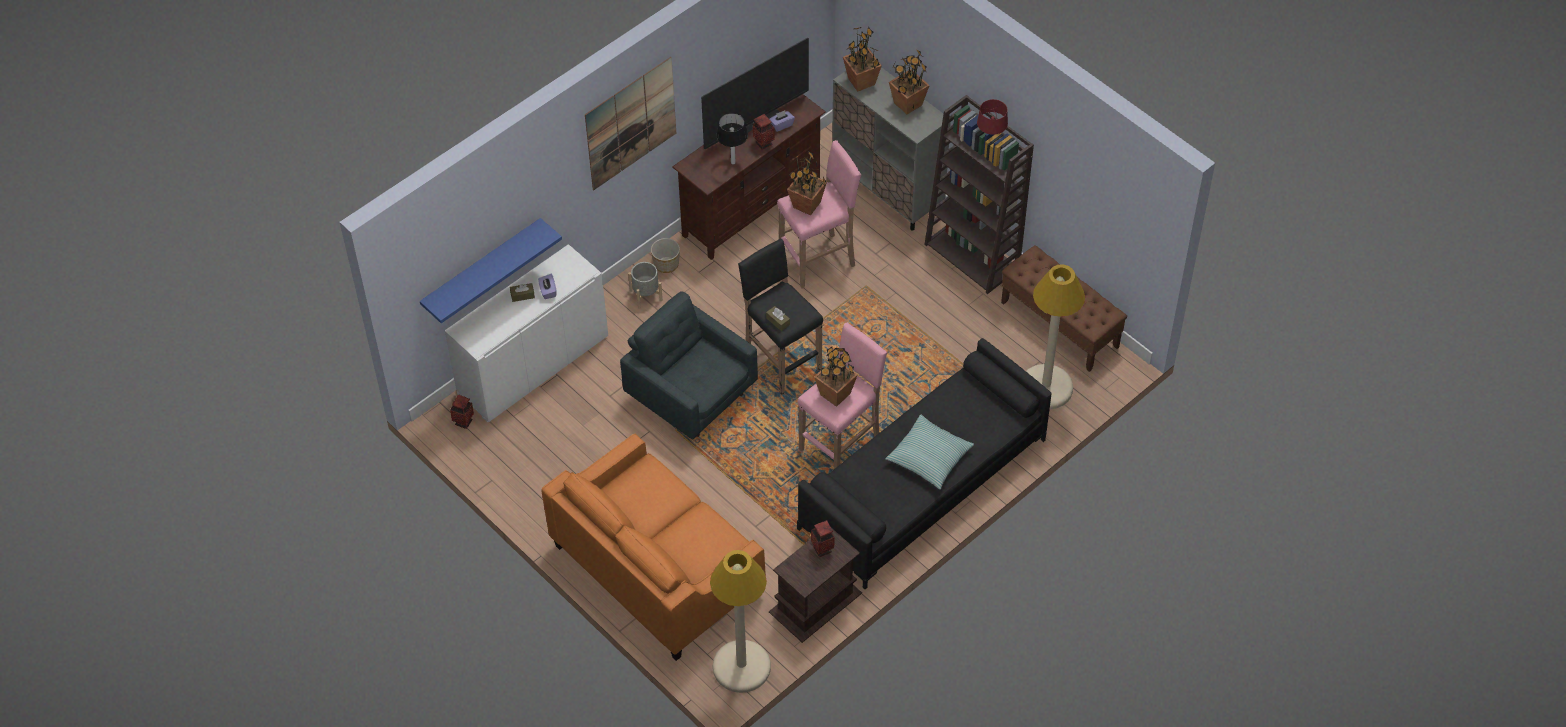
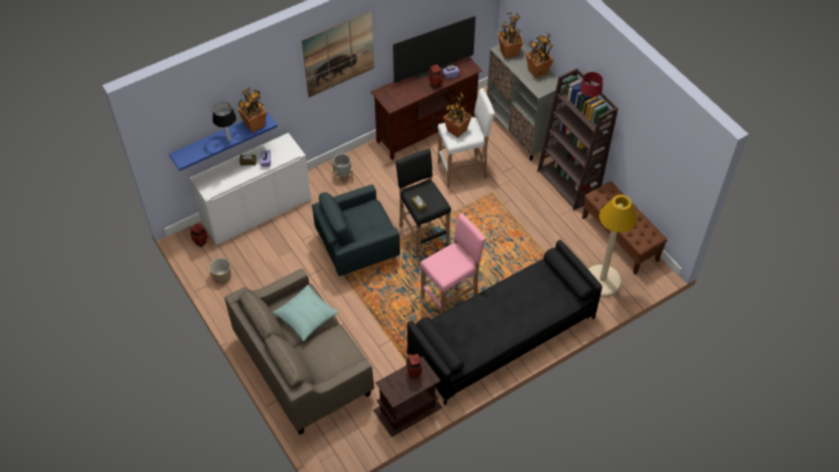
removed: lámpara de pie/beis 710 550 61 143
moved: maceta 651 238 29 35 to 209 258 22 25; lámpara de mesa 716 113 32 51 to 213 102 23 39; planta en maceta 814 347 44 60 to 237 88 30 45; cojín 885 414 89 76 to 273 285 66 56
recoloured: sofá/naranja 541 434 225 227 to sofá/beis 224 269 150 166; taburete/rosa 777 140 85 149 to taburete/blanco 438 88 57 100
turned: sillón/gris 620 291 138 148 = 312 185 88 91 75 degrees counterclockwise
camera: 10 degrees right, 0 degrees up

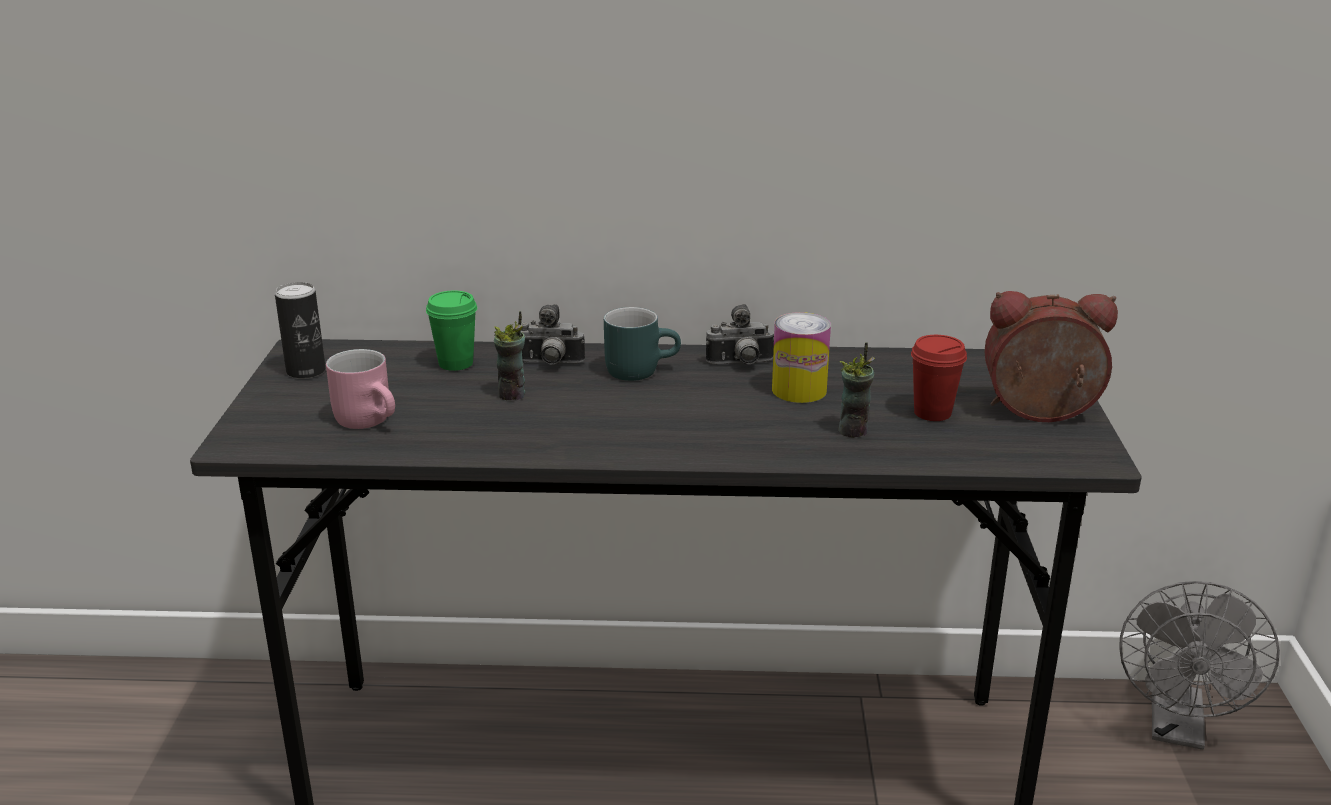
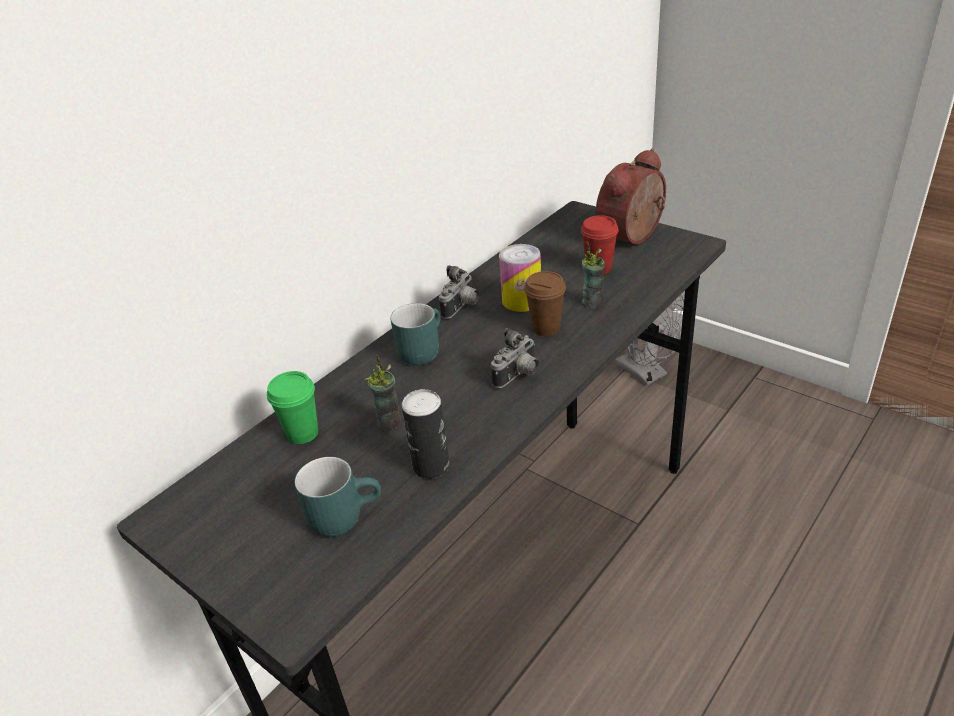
added: taza/marrón 524 271 42 65
moved: lata 275 282 51 97 to 401 389 49 90; cámara 521 304 64 61 to 491 328 48 60
recoloured: taza grande/rosa 326 349 69 80 to taza grande/turquesa 294 457 87 80
camera: 50 degrees left, 10 degrees up

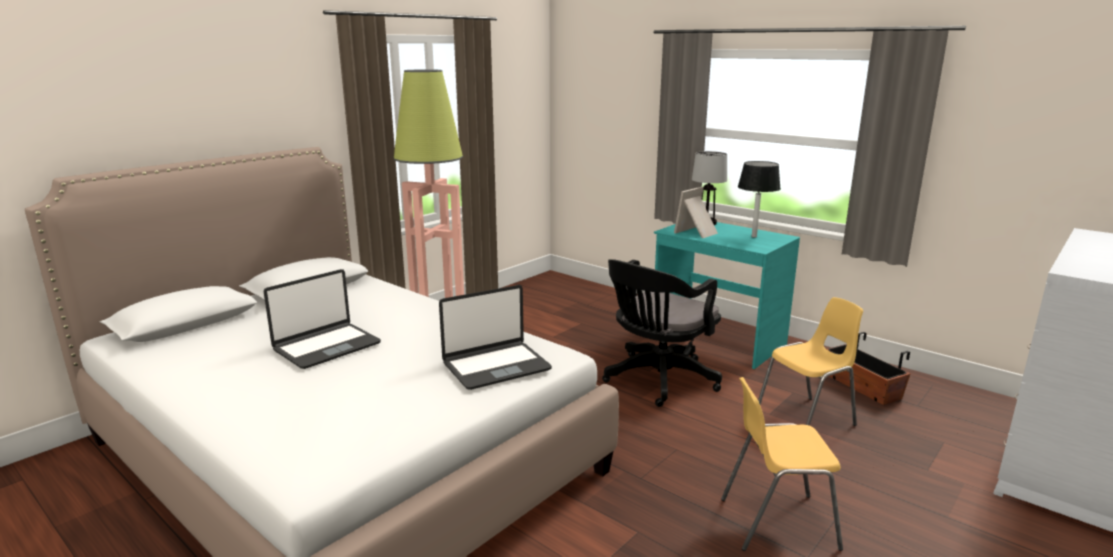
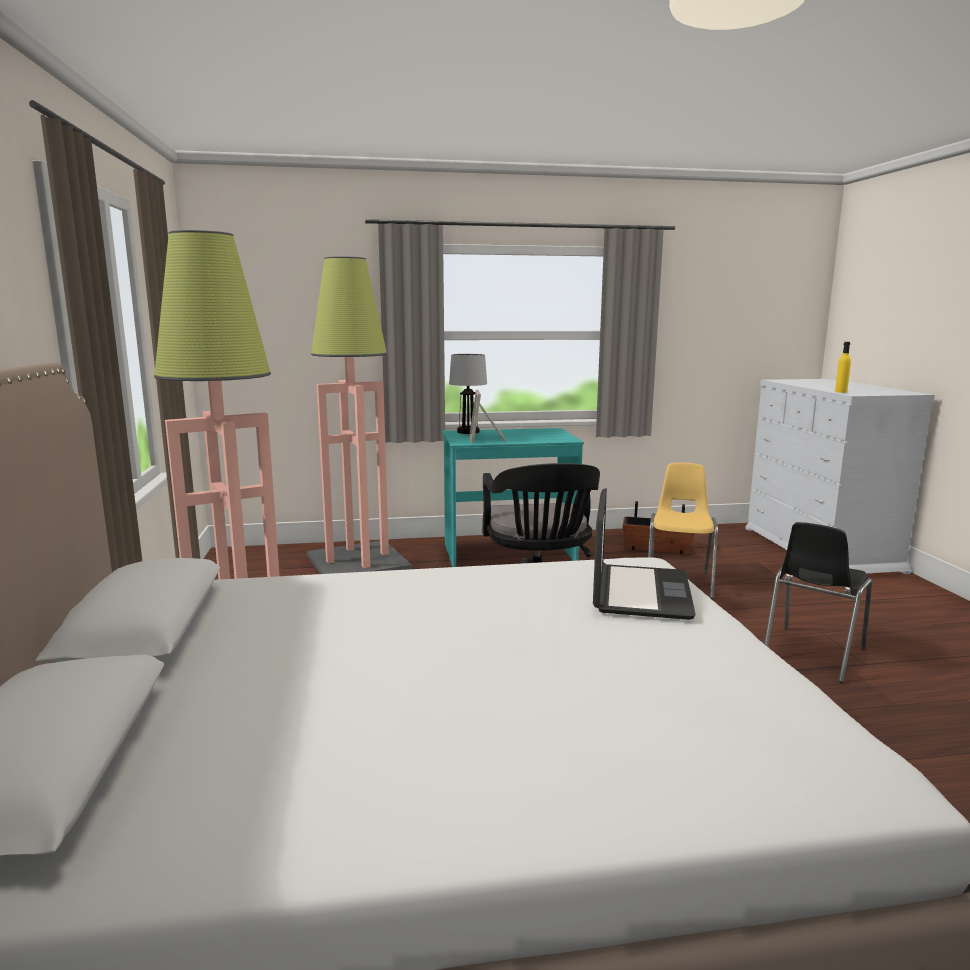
removed: portátil 264 269 117 100; lámpara de mesa/negro 738 161 43 77
added: lámpara de pie 307 256 105 318; botella/amarillo 835 342 16 51
recoloured: silla/amarillo 721 377 122 174 to silla/negro 764 522 108 161
camera: 50 degrees left, 5 degrees down

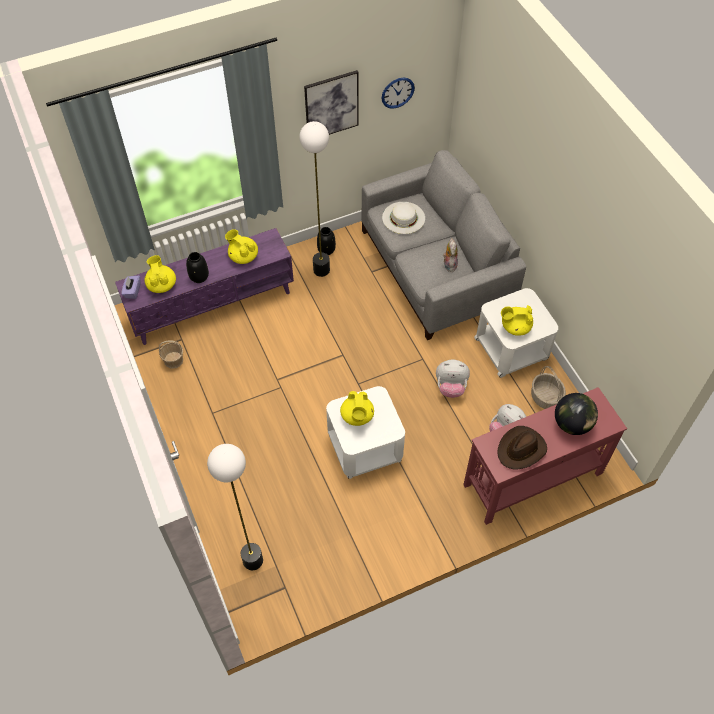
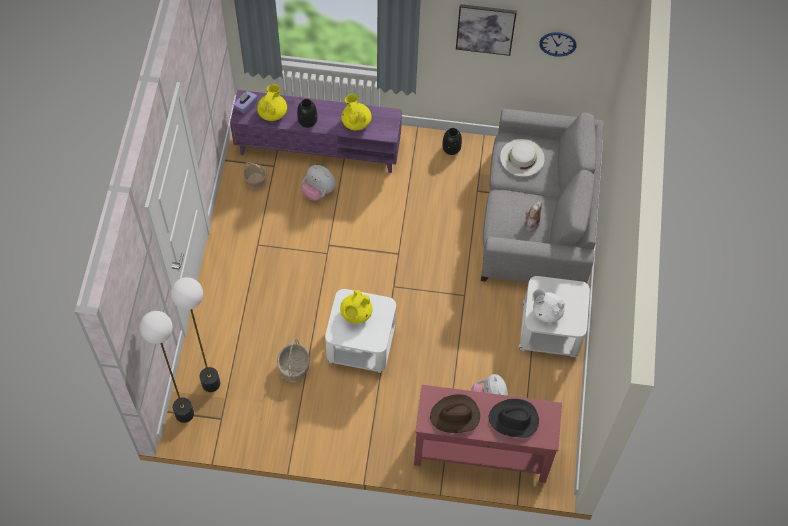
moved: lámpara de pie 299 121 31 156 to 140 311 54 112; peluche 436 360 34 38 to 301 165 35 36; cesta 531 366 35 43 to 277 338 33 43
replaced: globo terráqueo 555 393 43 42 to sombrero/negro 489 399 50 39
recoloured: tetera/amarillo 501 305 32 31 to tetera/blanco 532 289 33 34
camera: 30 degrees right, 5 degrees up

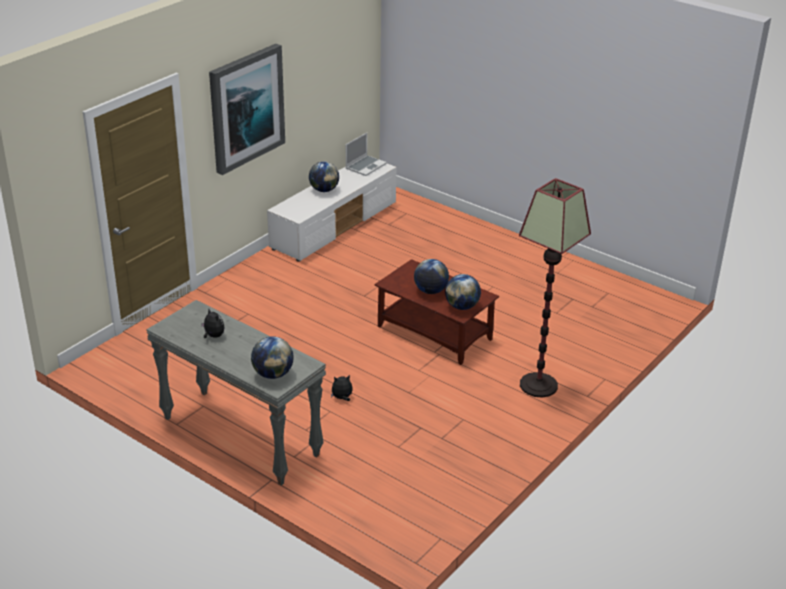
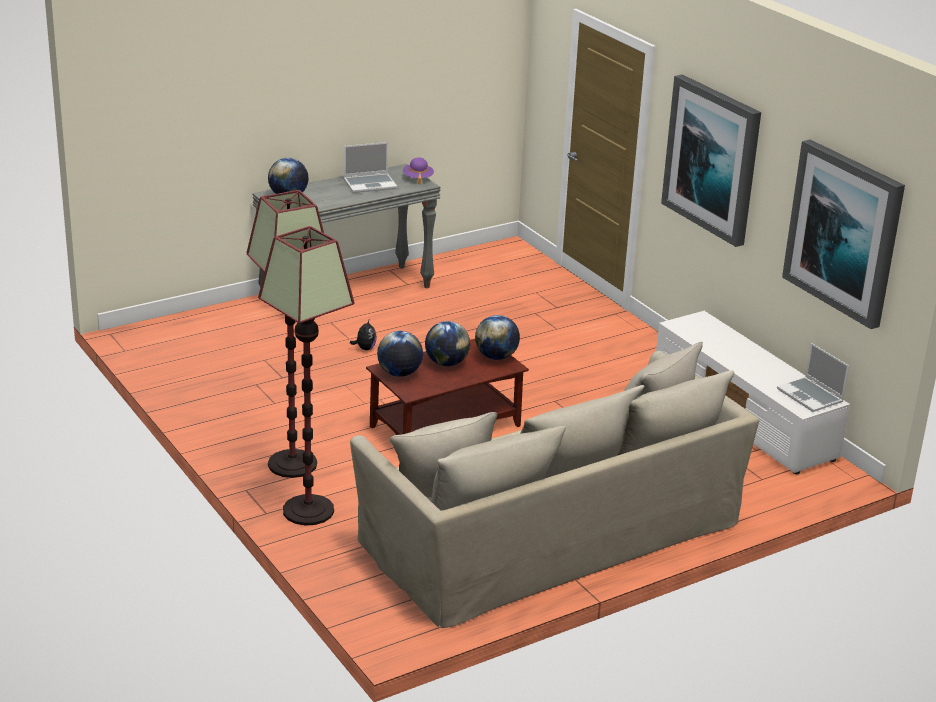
added: lámpara de pie 258 226 97 299; sofá/beis 350 342 410 286; sombrero/morado 403 158 31 27; cuadro 782 140 123 189
moved: globo terráqueo 309 162 30 30 to 475 315 45 45
replaced: peluche 201 309 23 29 to portátil 344 142 53 51
camera: 110 degrees right, 5 degrees down

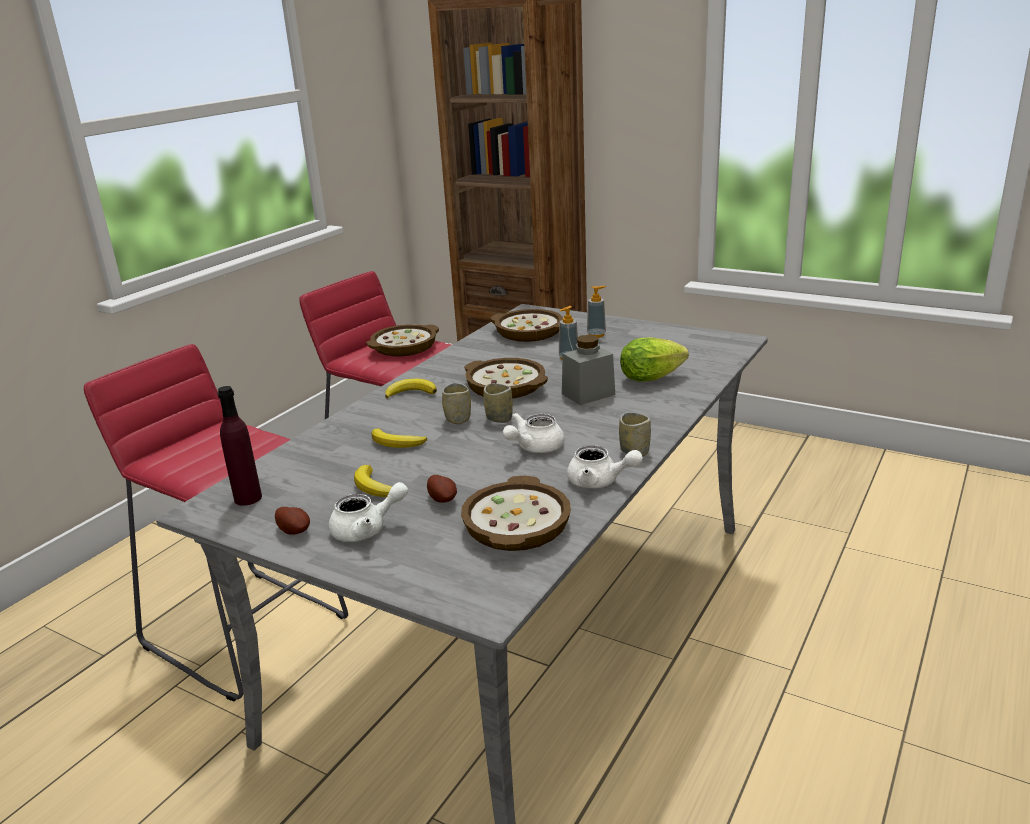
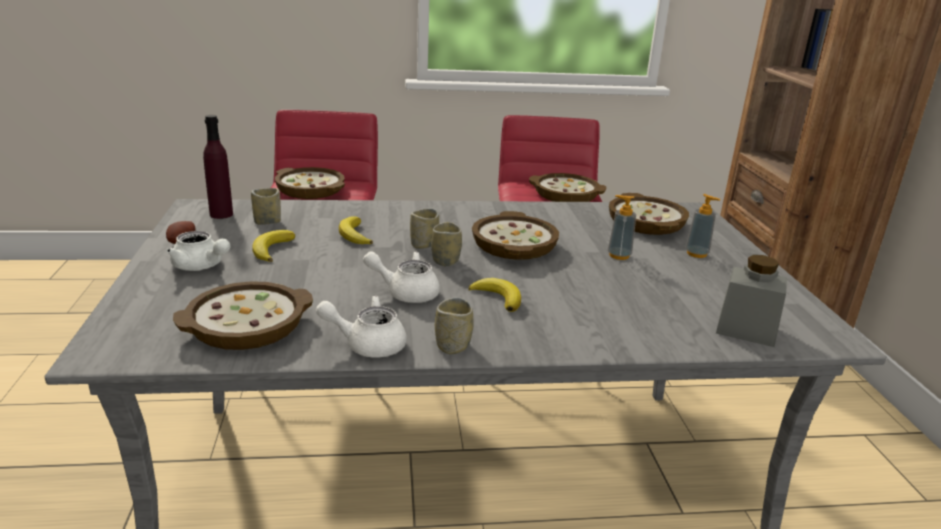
removed: patata 427 475 30 28; lechuga 620 337 69 45
added: taza 251 188 30 37; cuenco 275 167 70 32
moved: plátano 385 379 52 20 to 468 278 53 34; tarro/gris 562 335 53 70 to 716 255 71 92
turned: tetera/blanco 567 445 76 43 = 316 295 91 62 105 degrees clockwise
camera: 50 degrees right, 0 degrees up

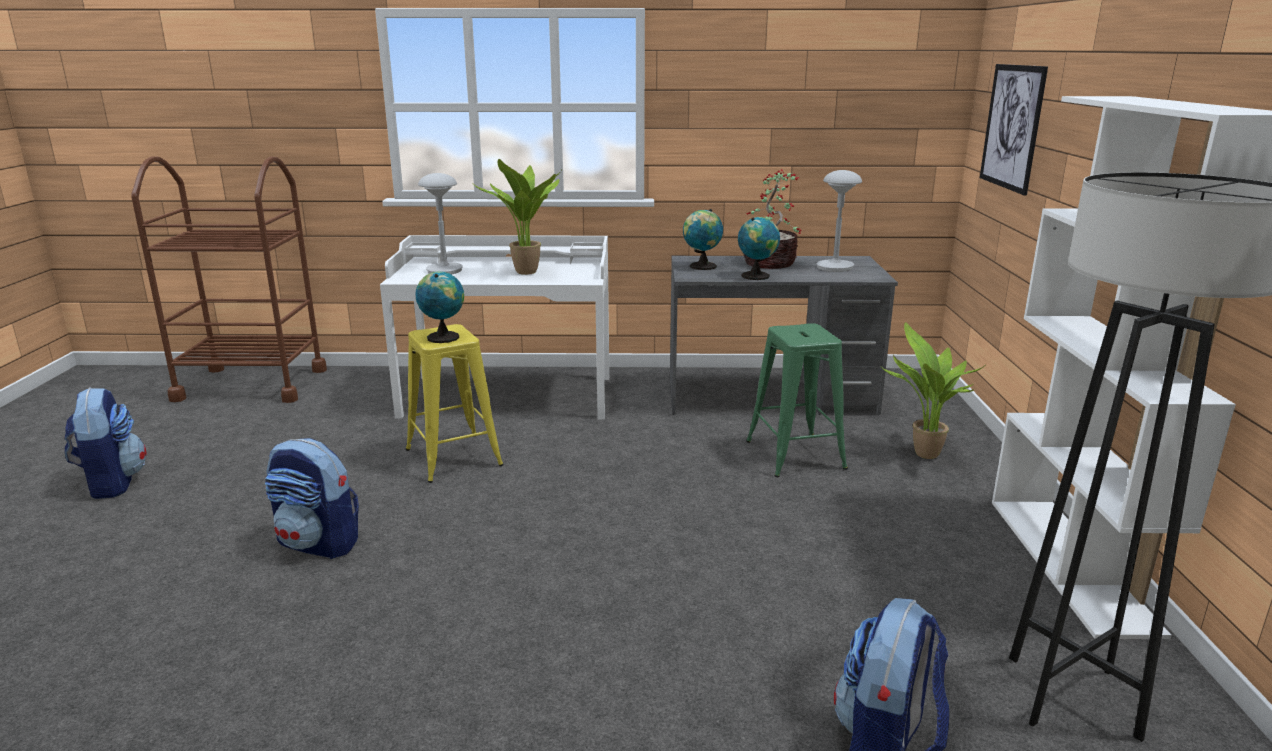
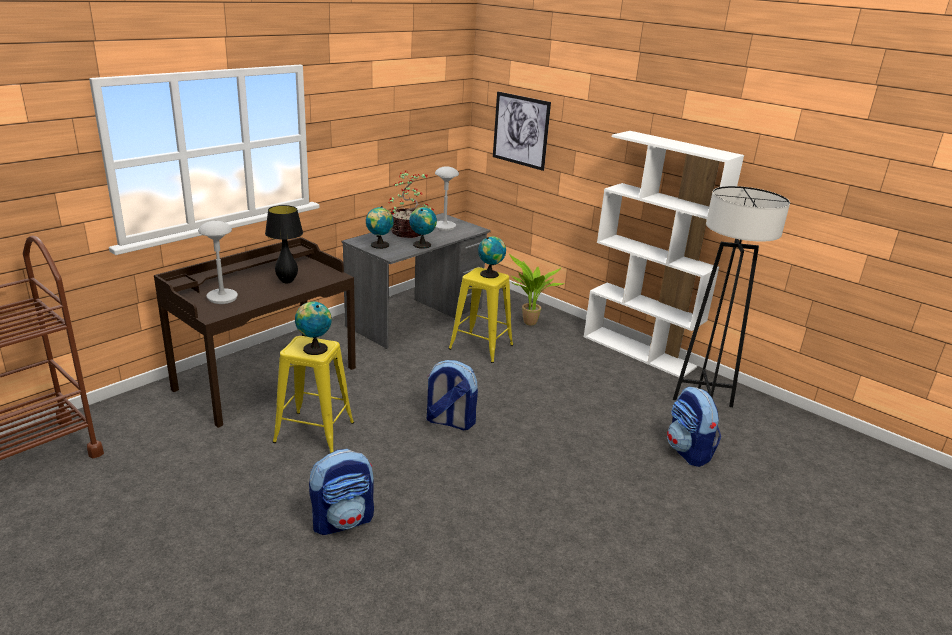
added: globo terráqueo 478 236 28 42
moved: mochila 64 387 83 112 to 427 360 51 70
replaced: planta en maceta 475 159 86 116 to lámpara de mesa/negro 265 205 38 78
recoloured: escritorio/blanco 380 235 229 185 to escritorio/marrón 154 237 202 191; taburete/verde 746 323 102 155 to taburete/amarillo 448 267 65 96
camera: 50 degrees left, 5 degrees up

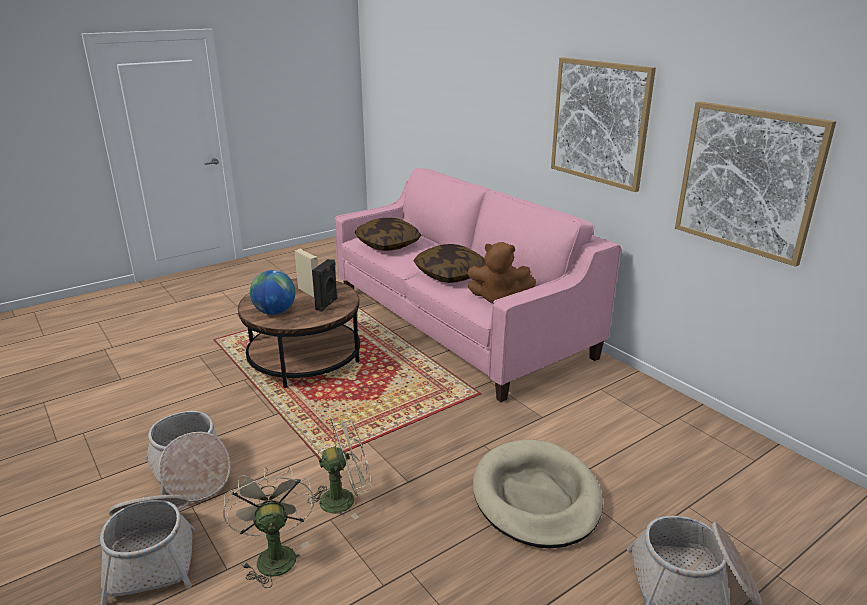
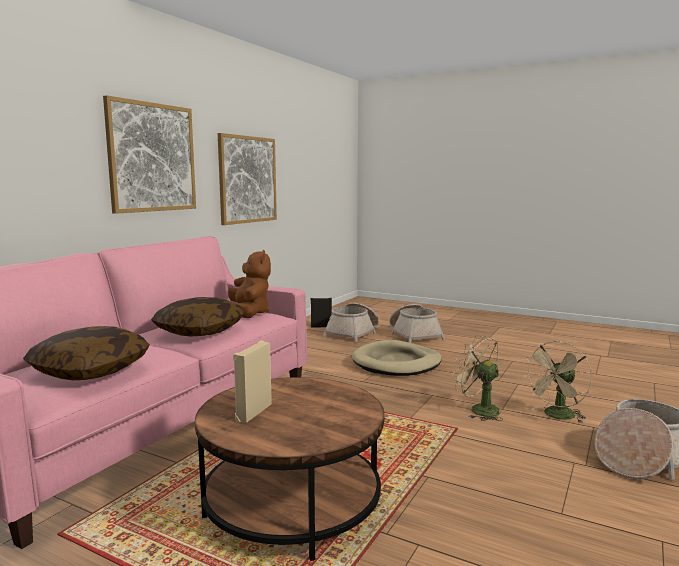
removed: globo terráqueo 250 270 45 45
moved: cesta 146 411 85 91 to 323 303 56 40; altavoz/negro 312 259 26 53 to 311 298 21 30
camera: 115 degrees left, 15 degrees down

